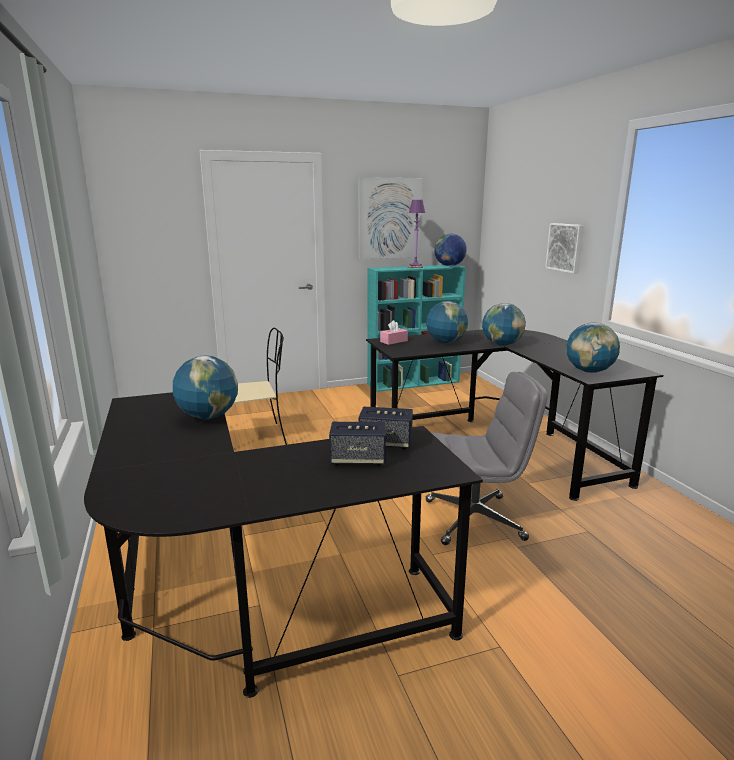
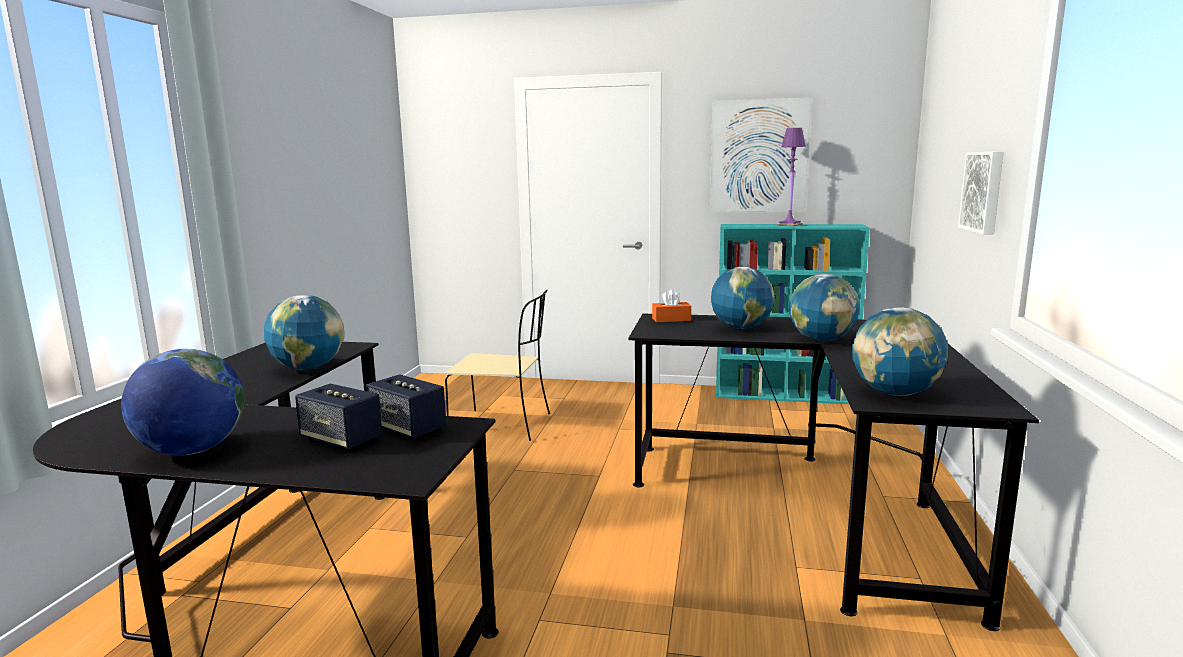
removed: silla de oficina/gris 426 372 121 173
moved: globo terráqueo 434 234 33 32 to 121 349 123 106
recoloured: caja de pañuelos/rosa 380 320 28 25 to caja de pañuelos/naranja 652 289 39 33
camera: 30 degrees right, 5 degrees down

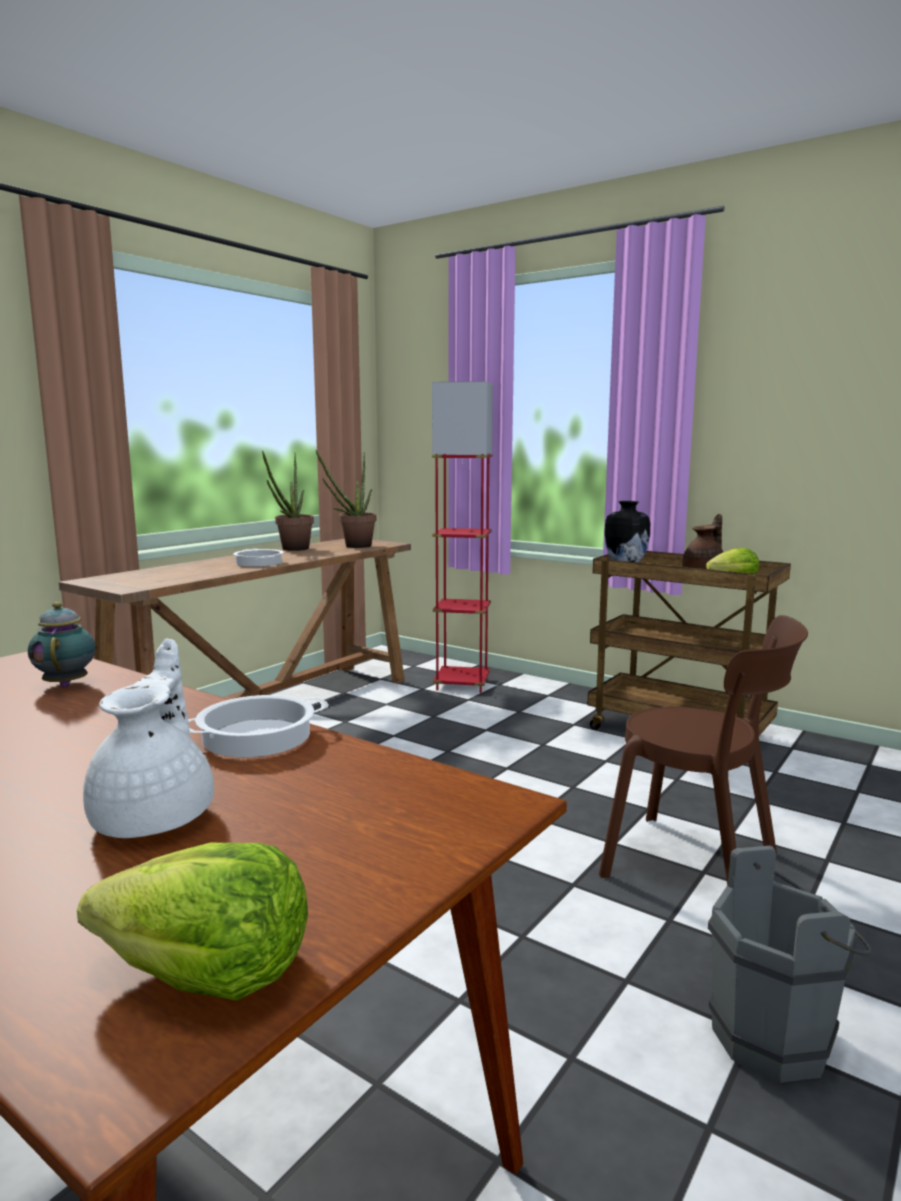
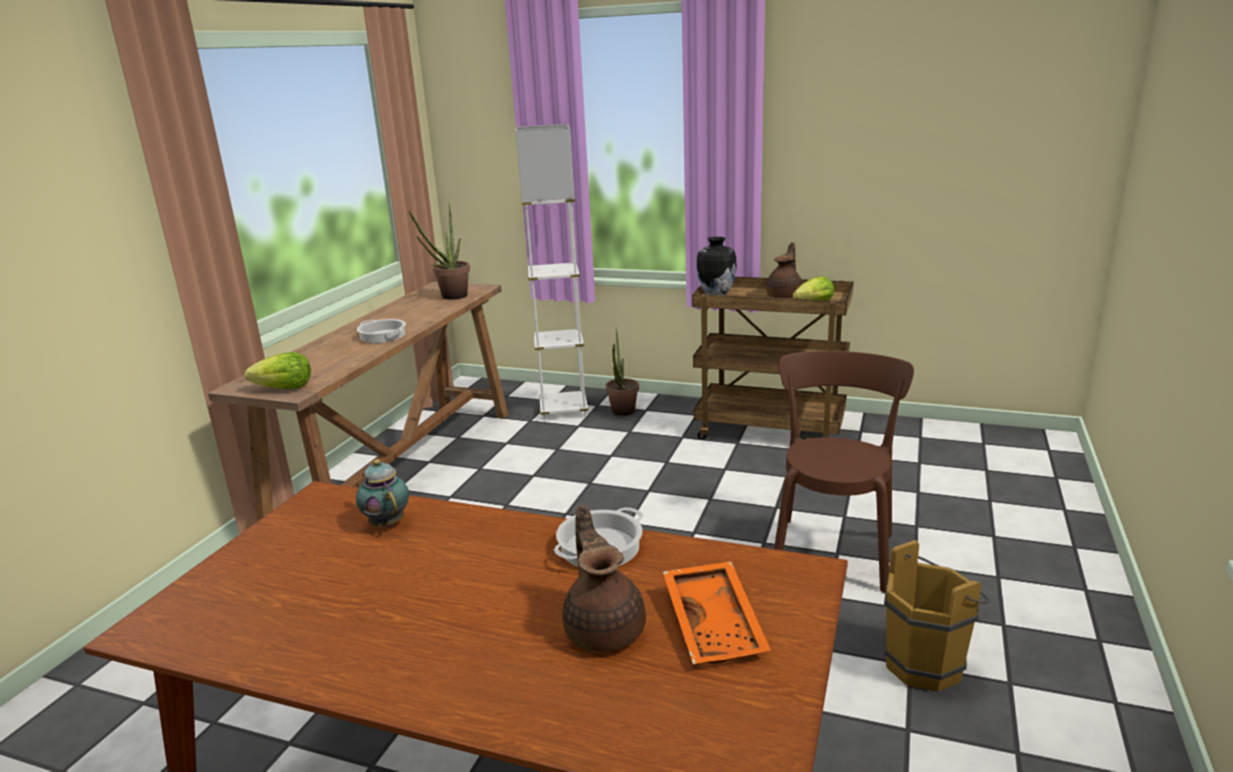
added: bandeja/naranja 663 561 108 103
moved: lechuga 77 843 231 157 to 245 352 66 37; planta en maceta 262 451 52 100 to 606 328 33 88
recoloured: tetera/blanco 83 639 131 199 to tetera/marrón 562 505 84 147; lámpara de pie/rojo 432 381 61 312 to lámpara de pie/blanco 516 124 73 297; cubo/gris 708 846 164 237 to cubo/marrón 884 540 105 152
turned: silla/marrón 599 615 209 271 = 774 351 140 242 90 degrees counterclockwise
camera: 15 degrees left, 10 degrees up

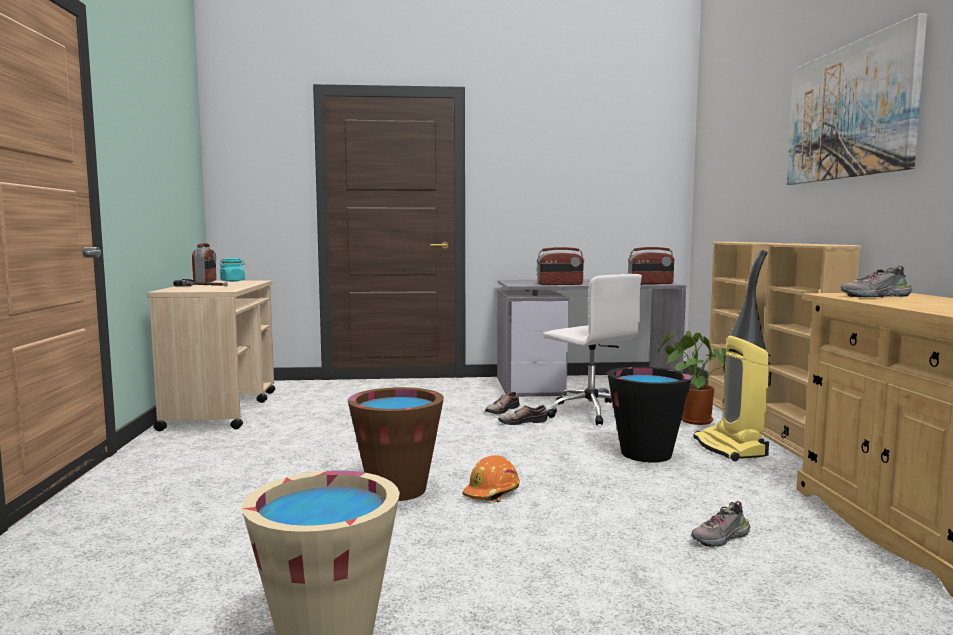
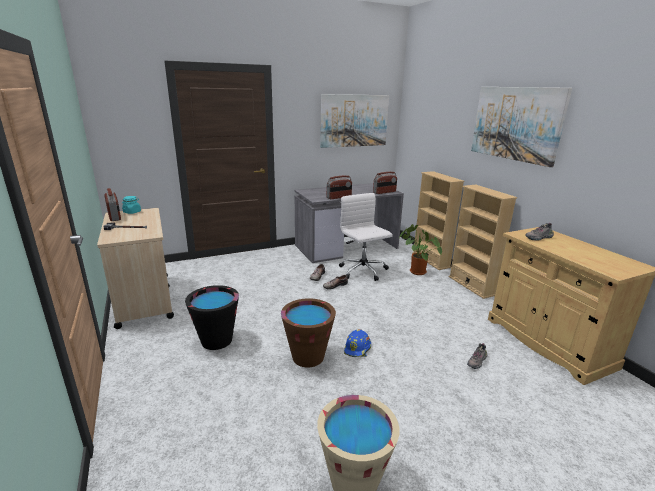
removed: aspiradora 693 250 78 211
added: cuadro 320 94 69 54
moved: cubo/negro 607 367 85 95 to 185 285 54 65
recoloured: casco/naranja 462 455 58 47 to casco/azul 344 329 27 28
turned: silla de oficina/blanco 543 274 99 151 = 339 193 54 88 150 degrees counterclockwise
camera: 20 degrees left, 15 degrees up

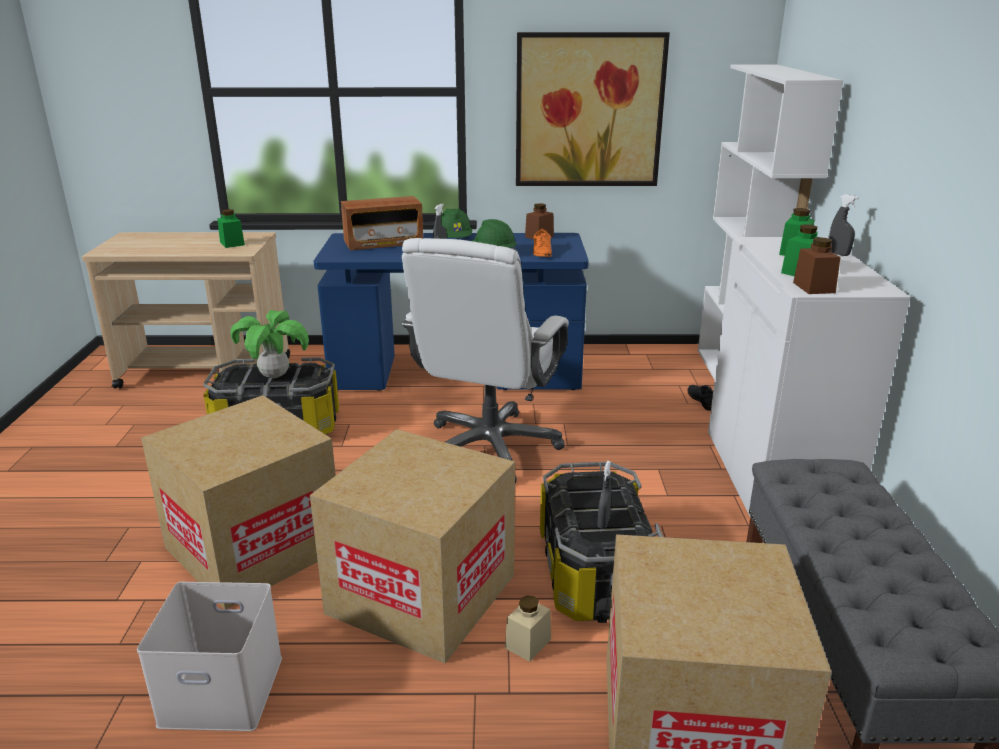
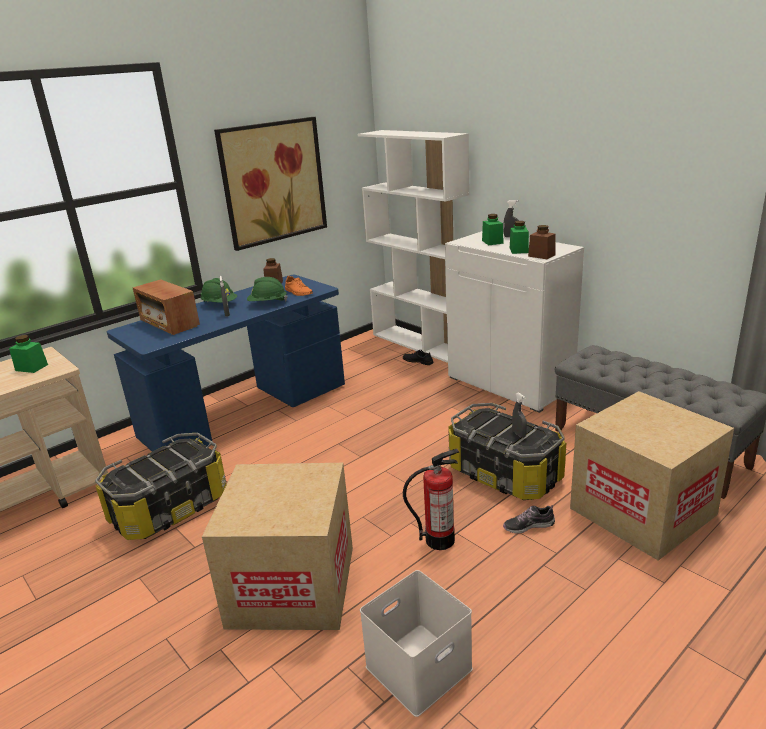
removed: planta en maceta 230 310 79 68; silla de oficina/blanco 401 238 168 245
replaced: caja de cartón 310 429 205 234 to extintor 403 449 56 101; tarro/beis 505 595 46 67 to zapato 503 505 52 29
turned: radio 341 196 82 54 = 133 279 67 56 105 degrees clockwise
camera: 40 degrees left, 0 degrees up

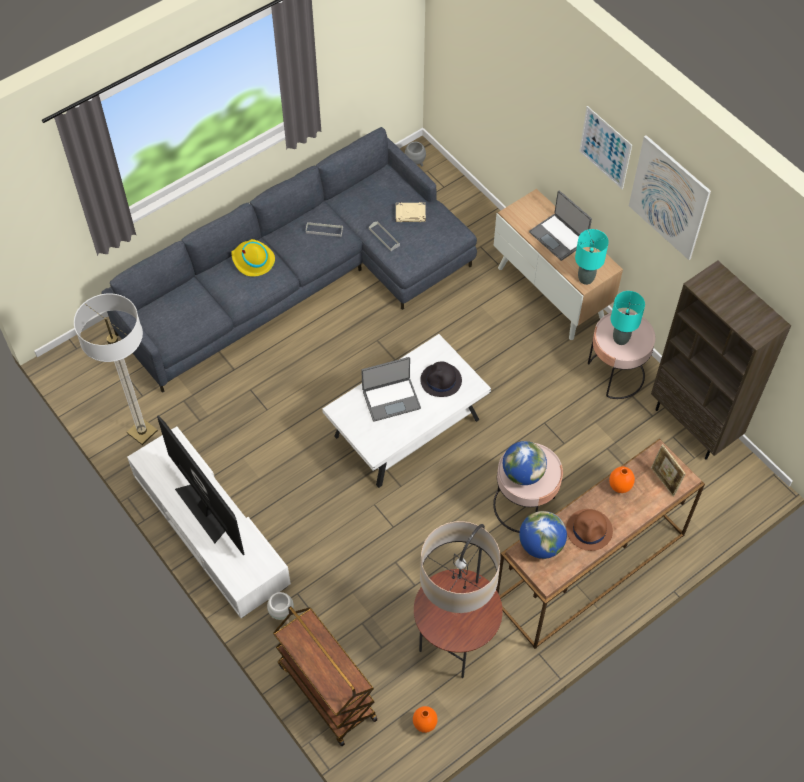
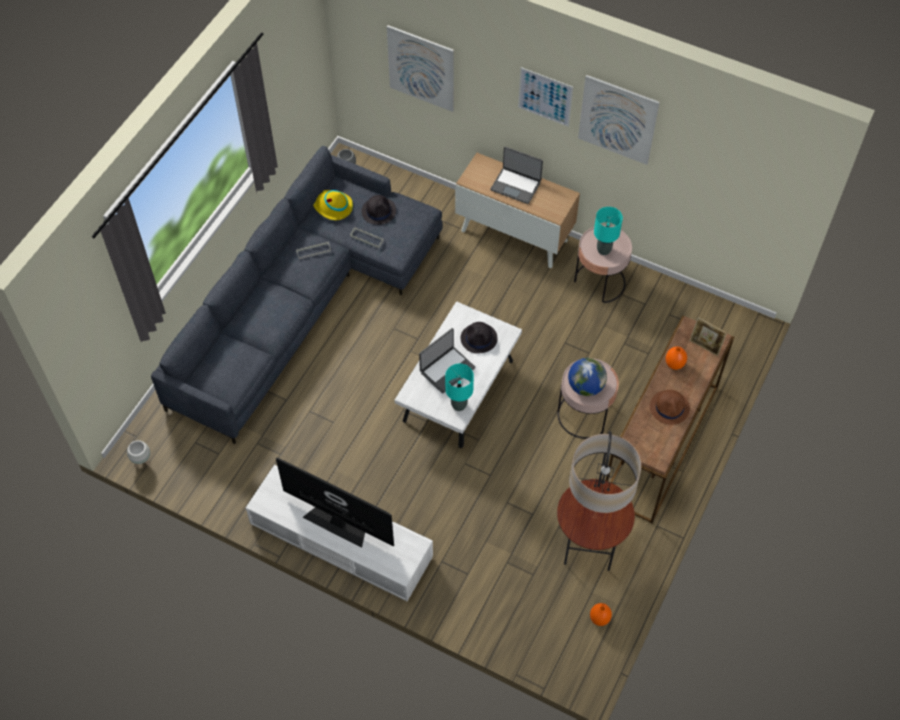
removed: lámpara de pie 74 293 84 152; carrito/marrón 273 606 105 140; globo terráqueo 519 511 48 48; estantería/marrón 651 260 140 200
added: cuadro 387 25 67 87
moved: sombrero/amarillo 231 239 44 38 to 313 190 40 30; maceta/blanco 267 592 27 32 to 127 440 24 27; lámpara de mesa/turquesa 575 229 34 56 to 445 364 29 47
replaced: libro/beis 396 202 30 20 to sombrero/negro 362 195 34 30
camera: 25 degrees left, 0 degrees up

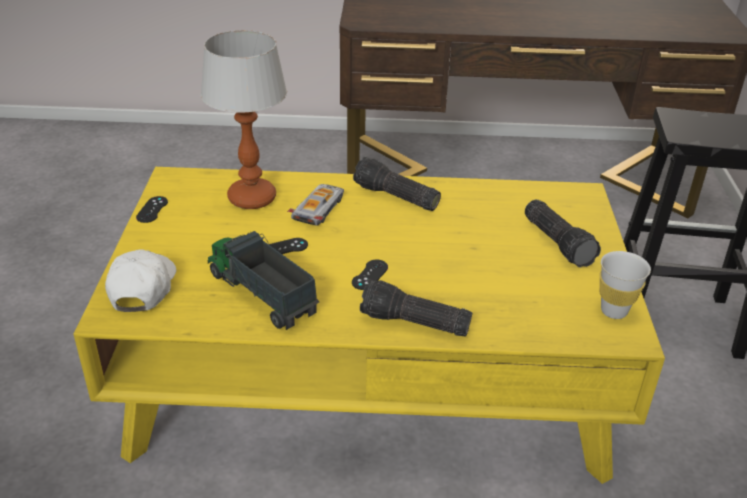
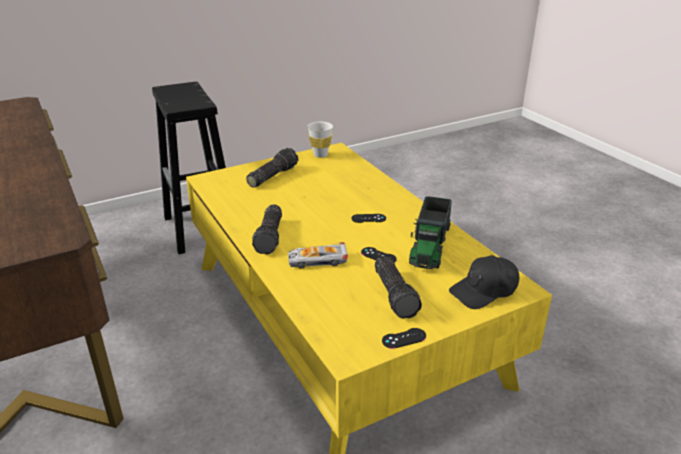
removed: lámpara de mesa 201 30 86 179
moved: linterna 360 279 112 58 to 375 256 47 63
recoloured: gorra/blanco 105 249 71 63 to gorra/negro 449 255 70 54
camera: 120 degrees left, 5 degrees down

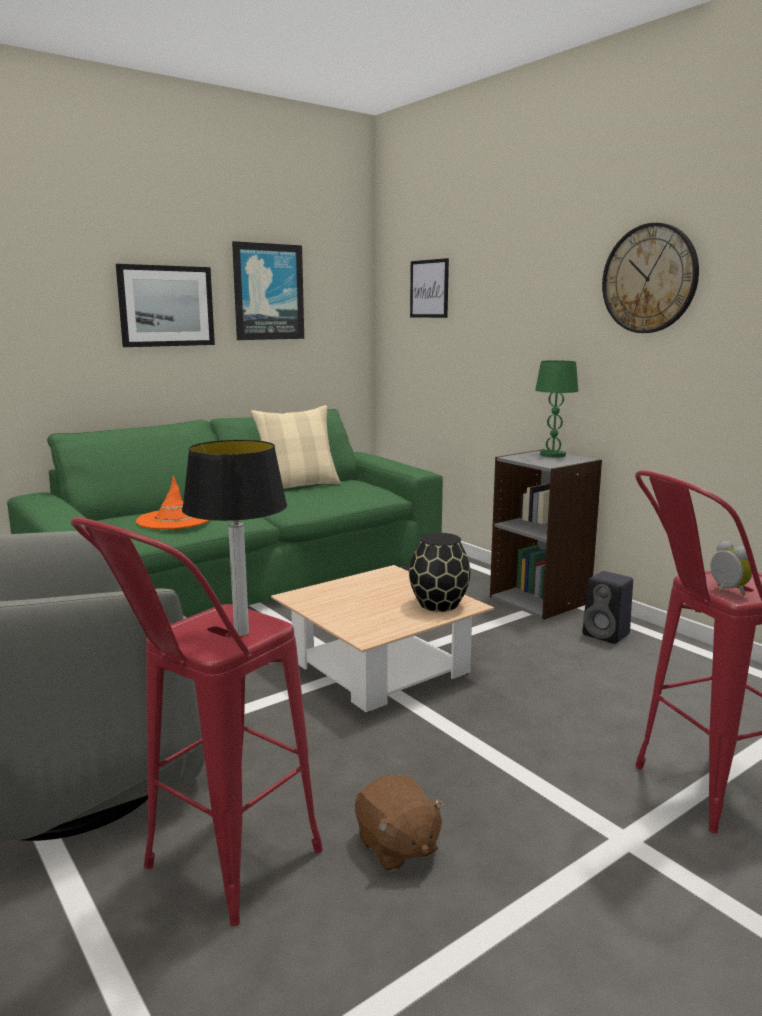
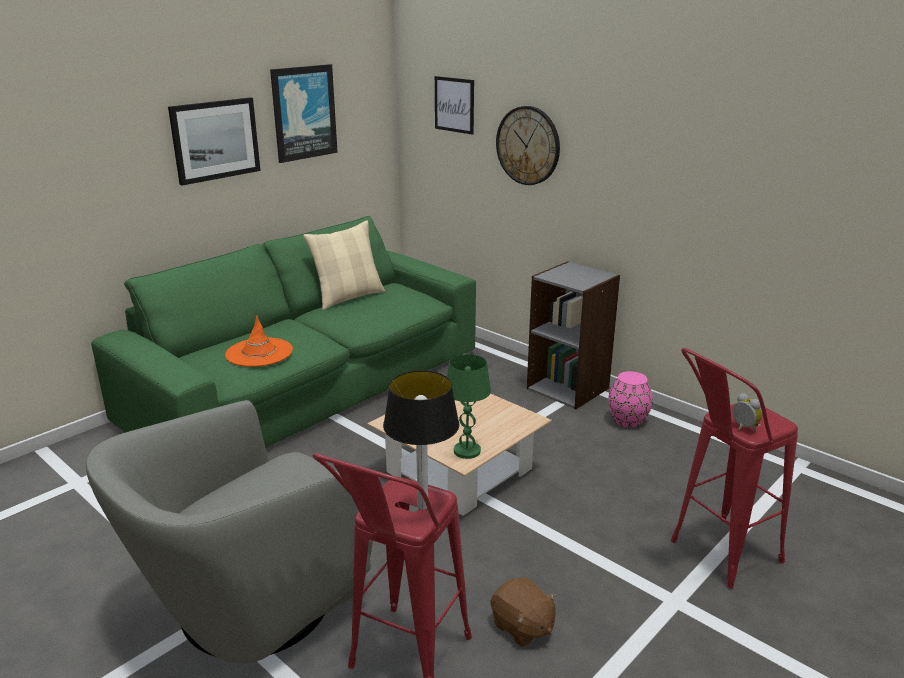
removed: florero/negro 409 533 62 79
moved: lámpara de mesa/verde 535 360 44 97 to 447 354 44 105; reloj de pared 602 223 97 110 to 496 106 64 79
replaced: altavoz/negro 583 571 50 73 to florero/rosa 608 371 45 57
camera: 10 degrees left, 10 degrees up

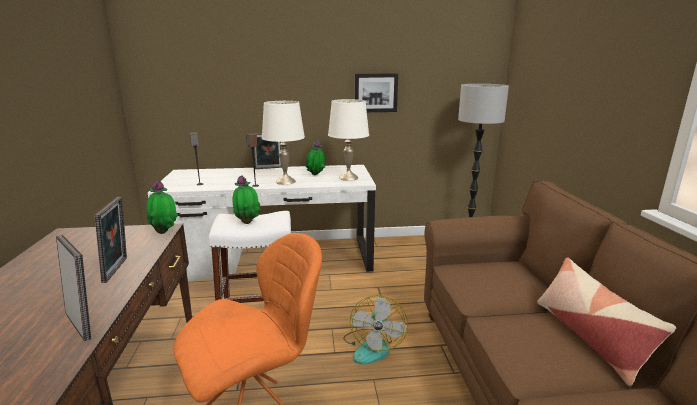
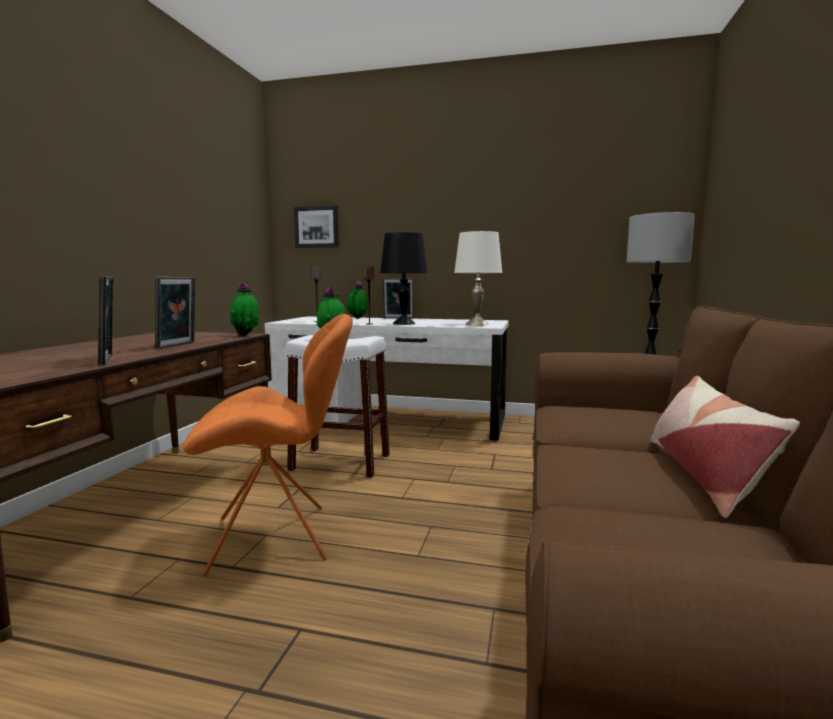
removed: ventilador 343 295 65 70
moved: planta en maceta 305 140 20 35 to 347 281 21 38; cuadro 355 73 43 39 to 294 205 45 43
recoloured: lámpara de mesa/blanco 262 101 43 84 to lámpara de mesa/negro 380 232 47 93
camera: 20 degrees right, 10 degrees down

